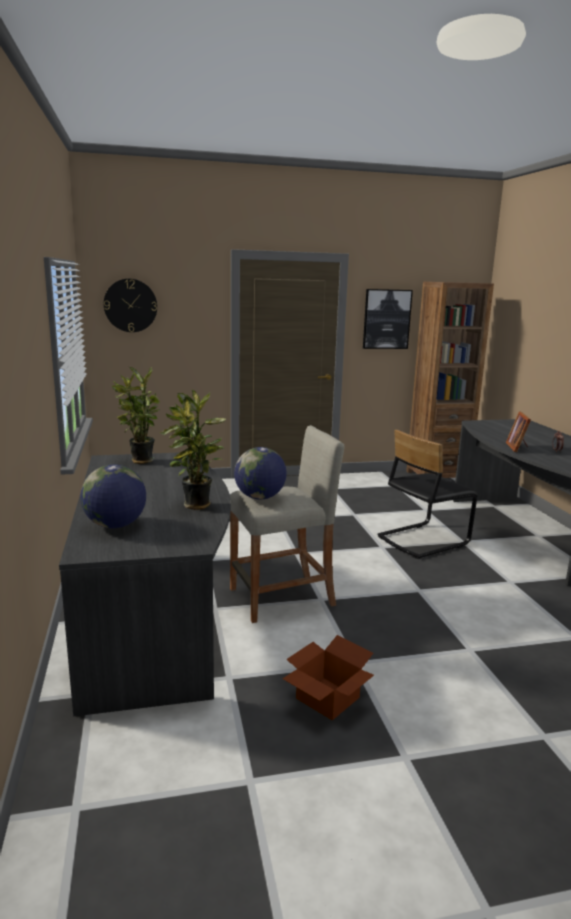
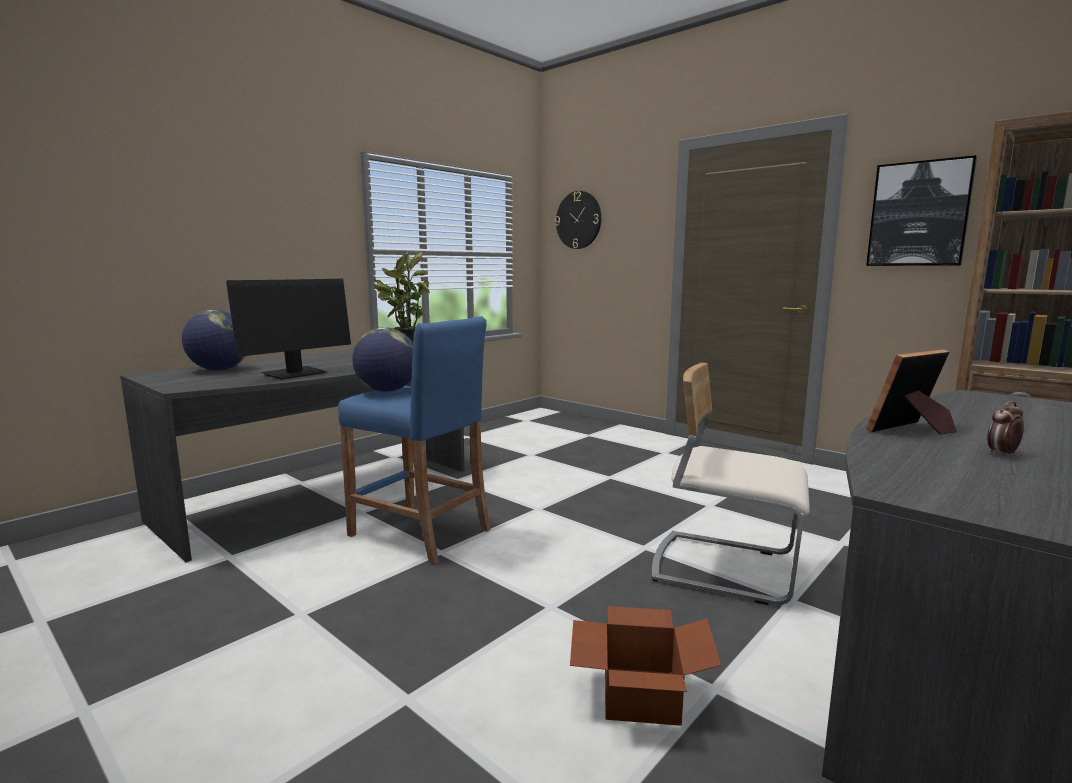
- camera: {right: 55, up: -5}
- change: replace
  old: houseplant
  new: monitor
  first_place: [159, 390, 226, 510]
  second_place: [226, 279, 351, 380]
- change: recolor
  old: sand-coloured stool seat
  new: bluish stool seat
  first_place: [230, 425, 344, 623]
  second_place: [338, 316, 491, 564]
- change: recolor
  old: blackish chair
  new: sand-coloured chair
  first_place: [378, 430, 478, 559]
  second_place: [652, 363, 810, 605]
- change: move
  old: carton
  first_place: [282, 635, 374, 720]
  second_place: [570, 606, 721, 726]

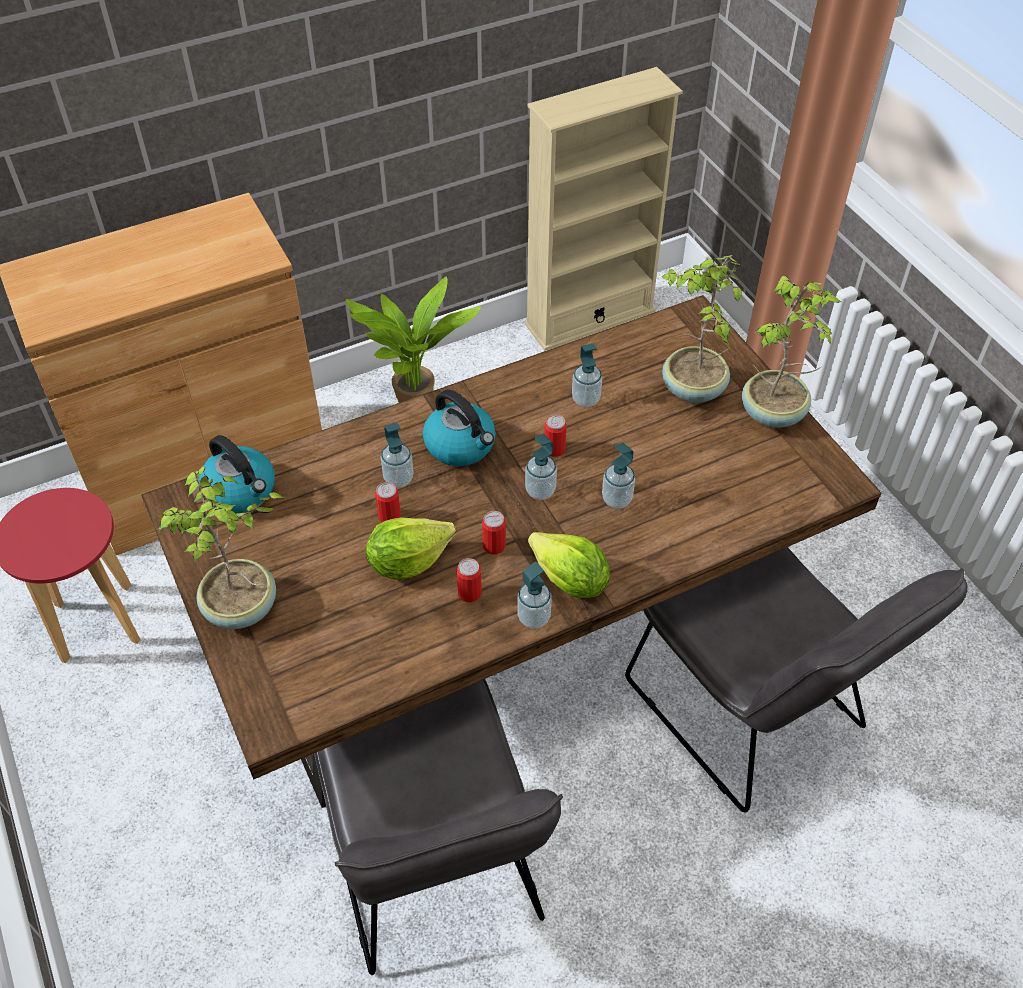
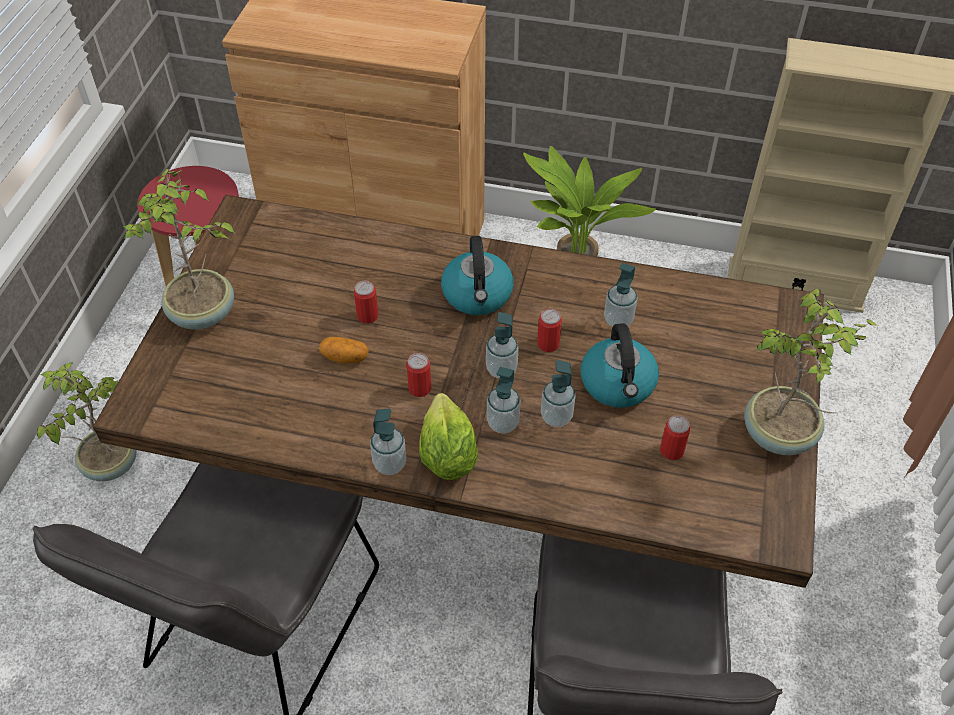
- camera: {right: 40, up: 0}
- change: move
  old: houseplant
  first_place: [662, 255, 742, 403]
  second_place: [37, 362, 137, 481]
- change: move
  old: liquid soap bottle
  first_place: [381, 423, 414, 488]
  second_place: [487, 367, 521, 434]
- change: move
  old: tea kettle
  first_place: [199, 435, 275, 514]
  second_place: [581, 323, 659, 408]
- change: replace
  old: head of lettuce
  new: potato
  first_place: [366, 517, 456, 580]
  second_place: [319, 337, 369, 364]
- change: move
  old: can
  first_place: [457, 558, 482, 603]
  second_place: [660, 415, 690, 460]

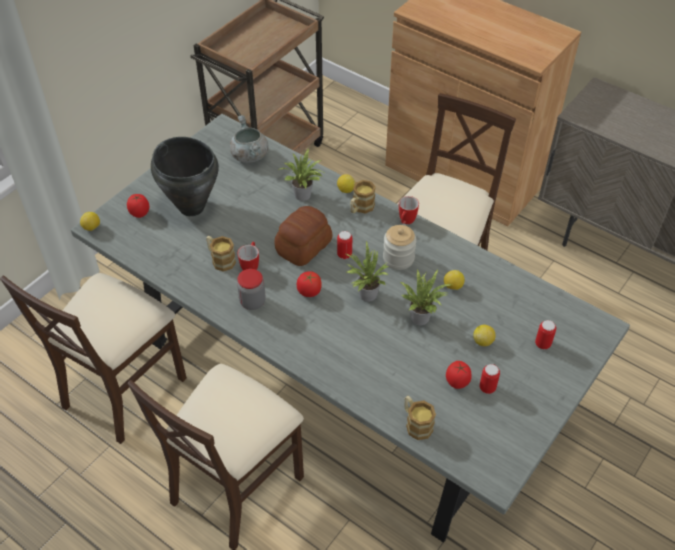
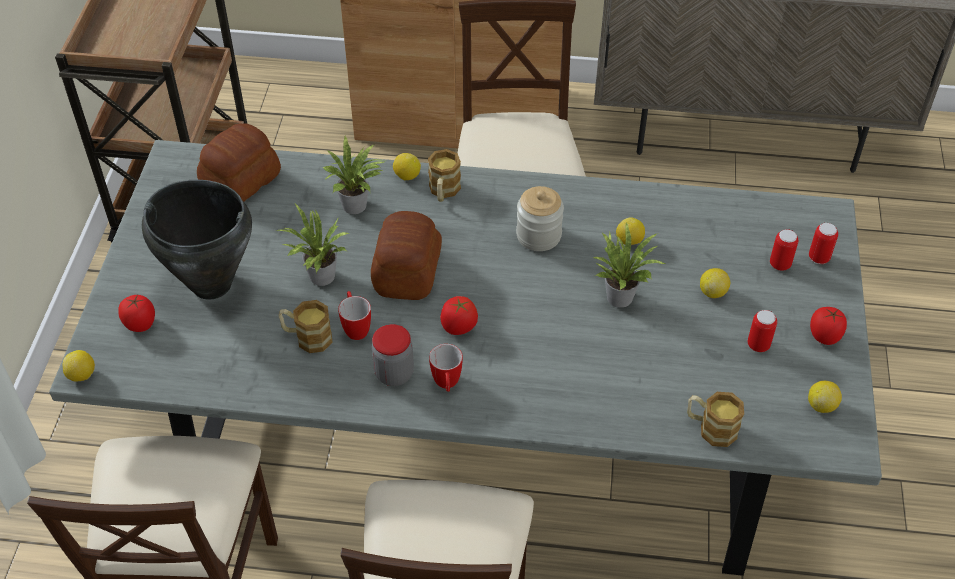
- camera: {right: -30, up: 0}
- change: replace
  old: greyish stockpot
  new: bread
  first_place: [230, 115, 269, 163]
  second_place: [197, 123, 281, 202]
- change: move
  old: coffee mug
  first_place: [399, 196, 419, 224]
  second_place: [429, 344, 463, 392]
- change: move
  old: can
  first_place: [337, 231, 352, 259]
  second_place: [809, 223, 838, 264]
- change: move
  old: houseplant
  first_place: [346, 241, 389, 302]
  second_place: [276, 204, 349, 286]
- change: move
  old: tomato
  first_place: [446, 361, 472, 389]
  second_place: [810, 307, 847, 345]
- change: insert
  new: citrus fruit
  second_place: [808, 381, 842, 413]

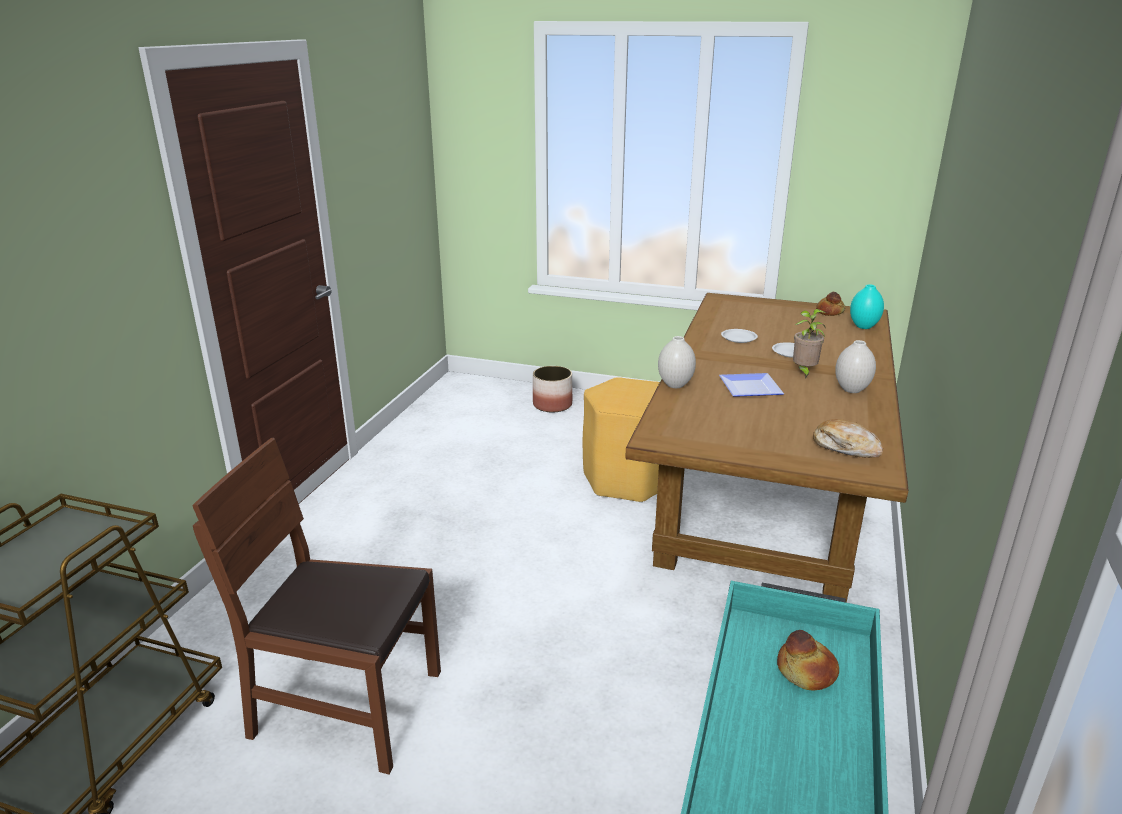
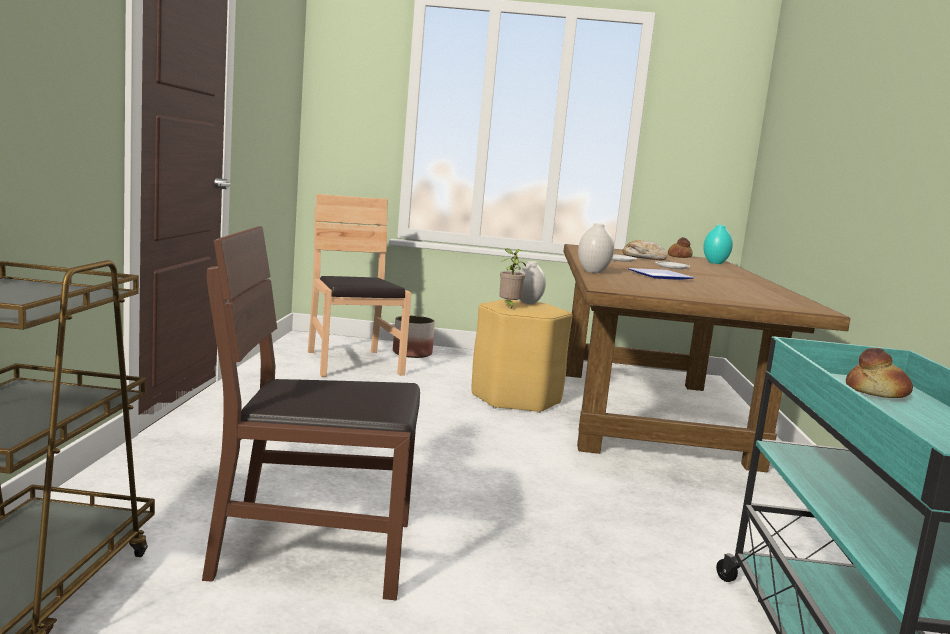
- camera: {right: -15, up: -15}
- change: move
  old: houseplant
  first_place: [793, 309, 826, 378]
  second_place: [499, 248, 526, 308]
- change: move
  old: white-coloured decorative vase
  first_place: [835, 340, 876, 393]
  second_place: [519, 261, 546, 304]
- change: move
  old: bread
  first_place: [813, 419, 883, 458]
  second_place: [623, 240, 668, 260]
- change: insert
  new: brownish chair
  second_place: [308, 194, 411, 377]

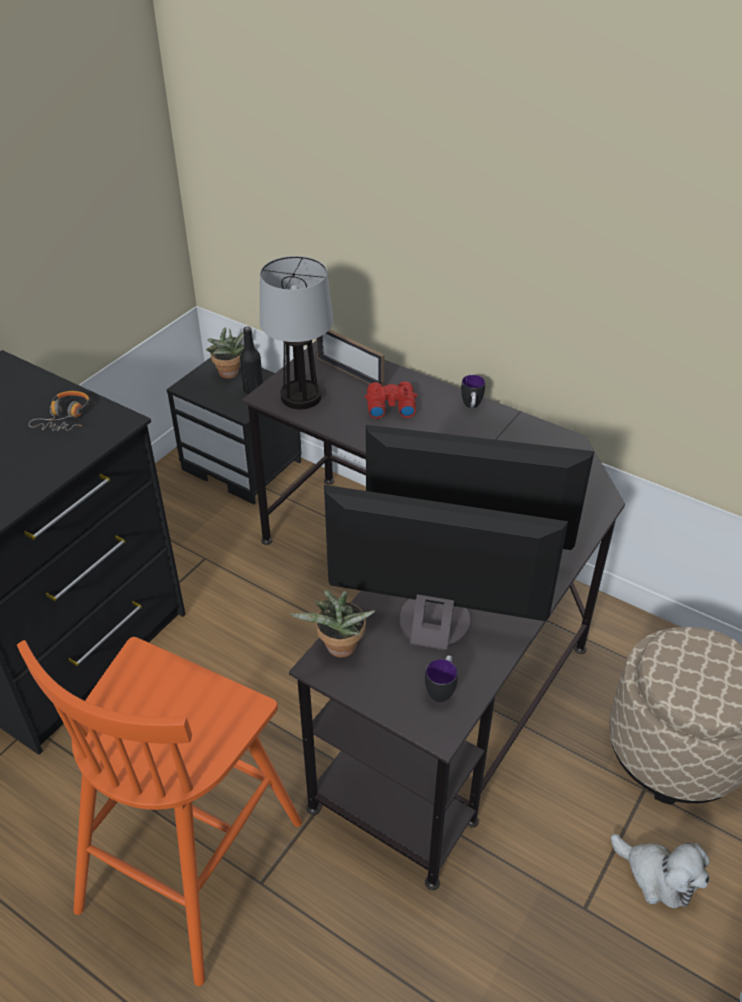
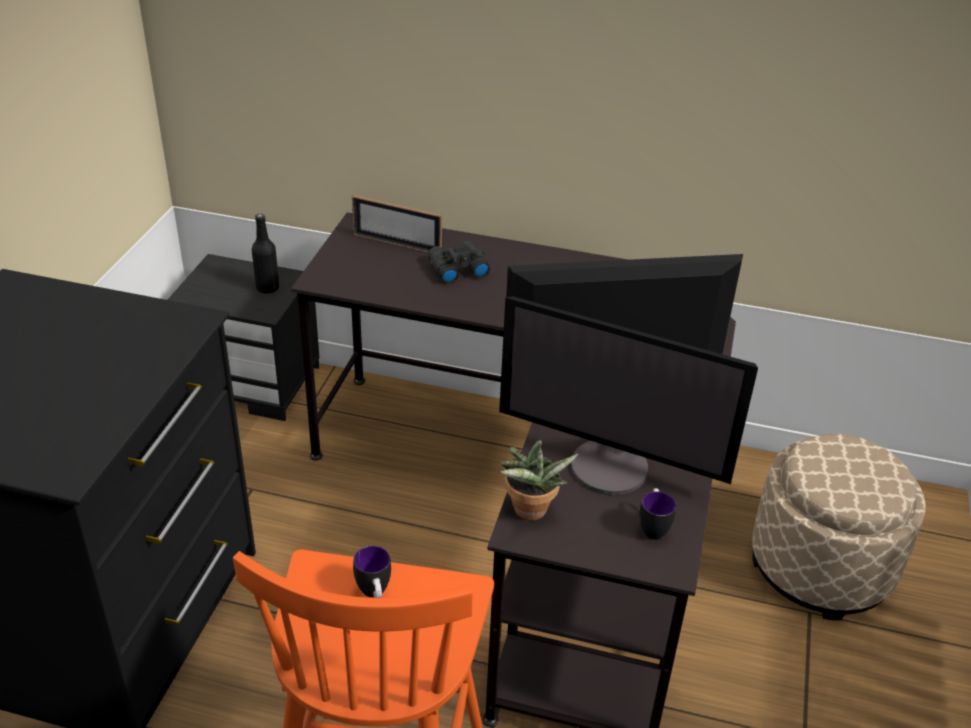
- camera: {right: -20, up: -5}
- change: delete
  old: tabletop lamp
  first_place: [260, 256, 333, 409]
- change: delete
  old: houseplant
  first_place: [206, 327, 244, 379]
- change: move
  old: coffee mug
  first_place: [461, 375, 485, 408]
  second_place: [353, 546, 391, 598]
- change: recolor
  old: red pair of binoculars
  new: blackish pair of binoculars
  first_place: [365, 382, 417, 419]
  second_place: [428, 241, 490, 284]
- change: delete
  old: pair of headphones
  first_place: [29, 391, 90, 431]
- change: rotate
  old: monitor
  first_place: [324, 485, 568, 651]
  second_place: [499, 296, 758, 495]
  degrees: -150
- change: delete
  old: soft toy
  first_place: [611, 834, 710, 908]

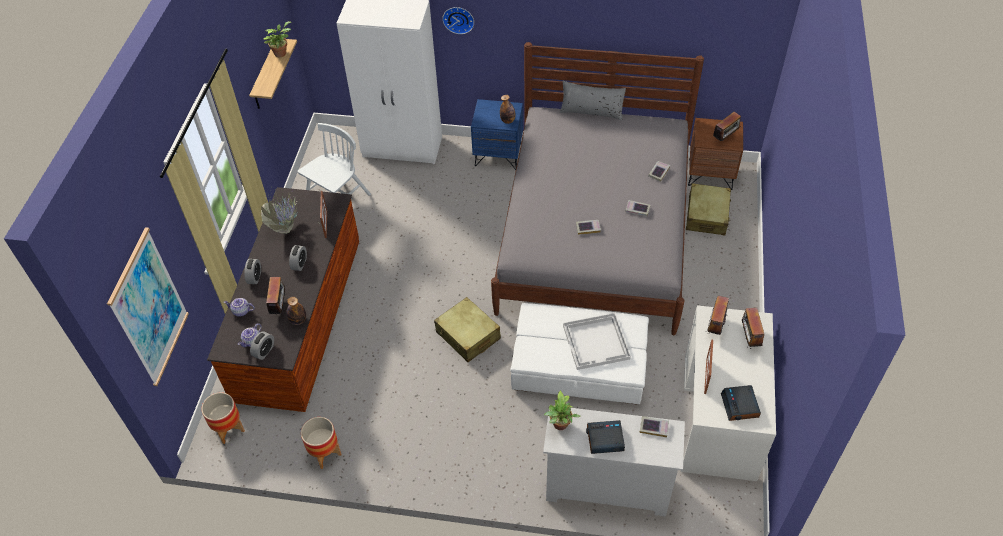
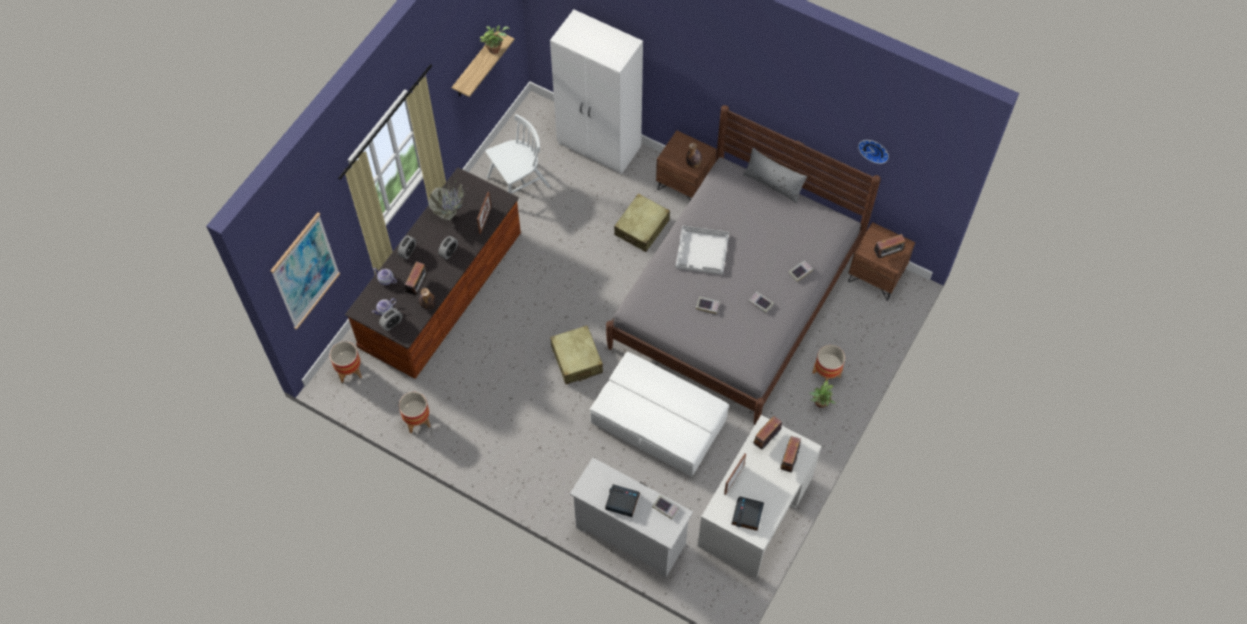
- camera: {right: 20, up: 10}
- change: move
  old: hanging clock
  first_place: [442, 7, 474, 34]
  second_place: [858, 140, 889, 164]
- change: recolor
  old: bluish nightstand
  new: brownish nightstand
  first_place: [471, 99, 523, 170]
  second_place: [656, 130, 717, 200]
- change: move
  old: sand-coloured piece of luggage
  first_place: [686, 183, 731, 236]
  second_place: [614, 193, 670, 252]
- change: move
  old: white-coloured serving tray
  first_place: [563, 313, 631, 370]
  second_place: [675, 225, 729, 275]
- change: move
  old: houseplant
  first_place: [544, 390, 581, 430]
  second_place: [809, 380, 836, 408]
- change: insert
  new: planter
  second_place: [812, 345, 845, 381]

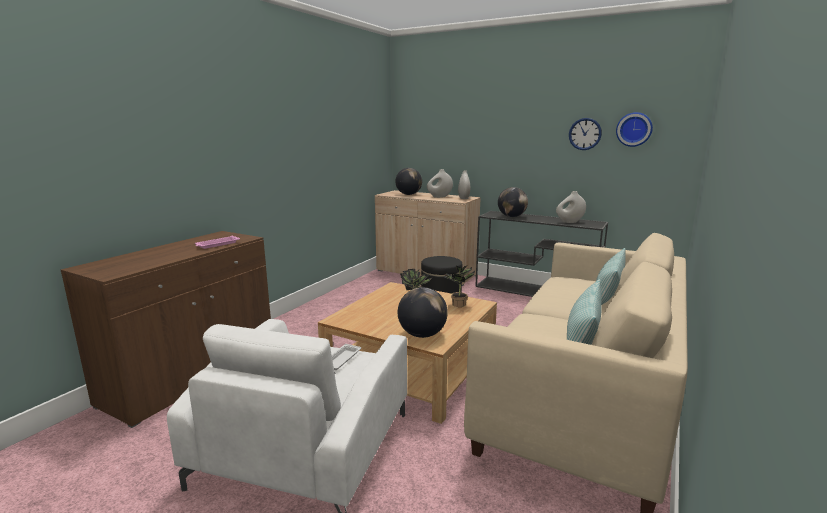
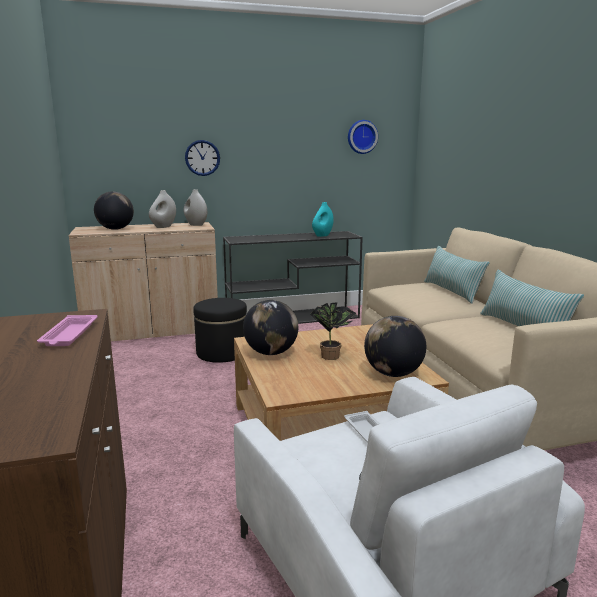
- camera: {right: -45, up: 0}
- change: move
  old: hanging clock
  first_place: [569, 118, 602, 150]
  second_place: [185, 140, 220, 176]
- change: move
  old: desk globe
  first_place: [498, 187, 528, 217]
  second_place: [243, 300, 298, 355]
- change: recolor
  old: white-coloured decorative vase
  new: turquoise decorative vase
  first_place: [556, 191, 586, 223]
  second_place: [312, 202, 334, 237]
- change: delete
  old: houseplant
  first_place: [443, 266, 475, 307]

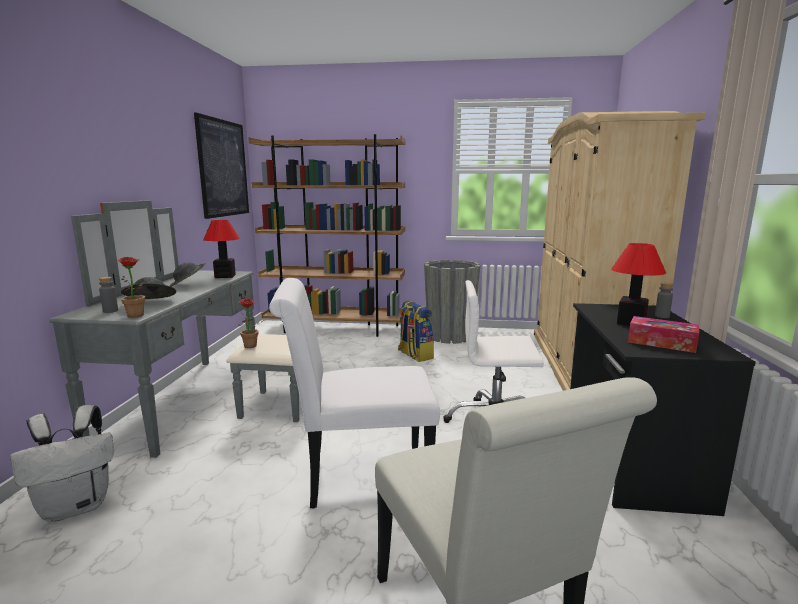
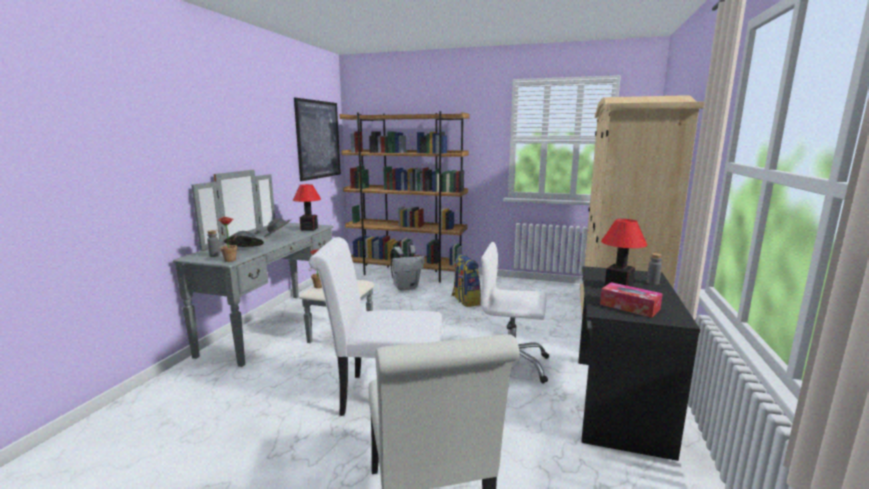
- camera: {right: 10, up: 0}
- change: delete
  old: greyish planter
  first_place: [424, 260, 481, 344]
- change: move
  old: white-coloured knapsack
  first_place: [10, 405, 114, 522]
  second_place: [390, 245, 425, 291]

